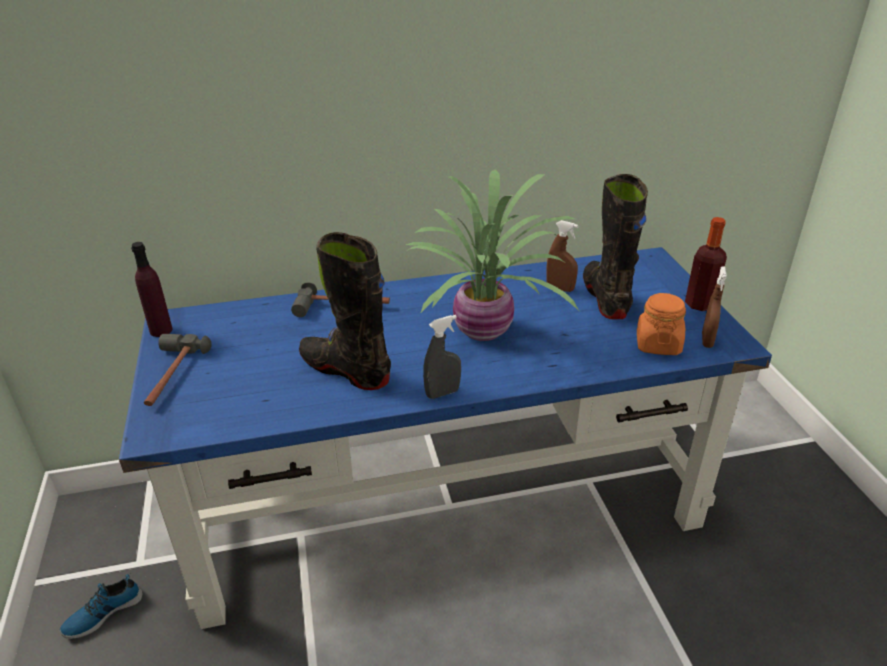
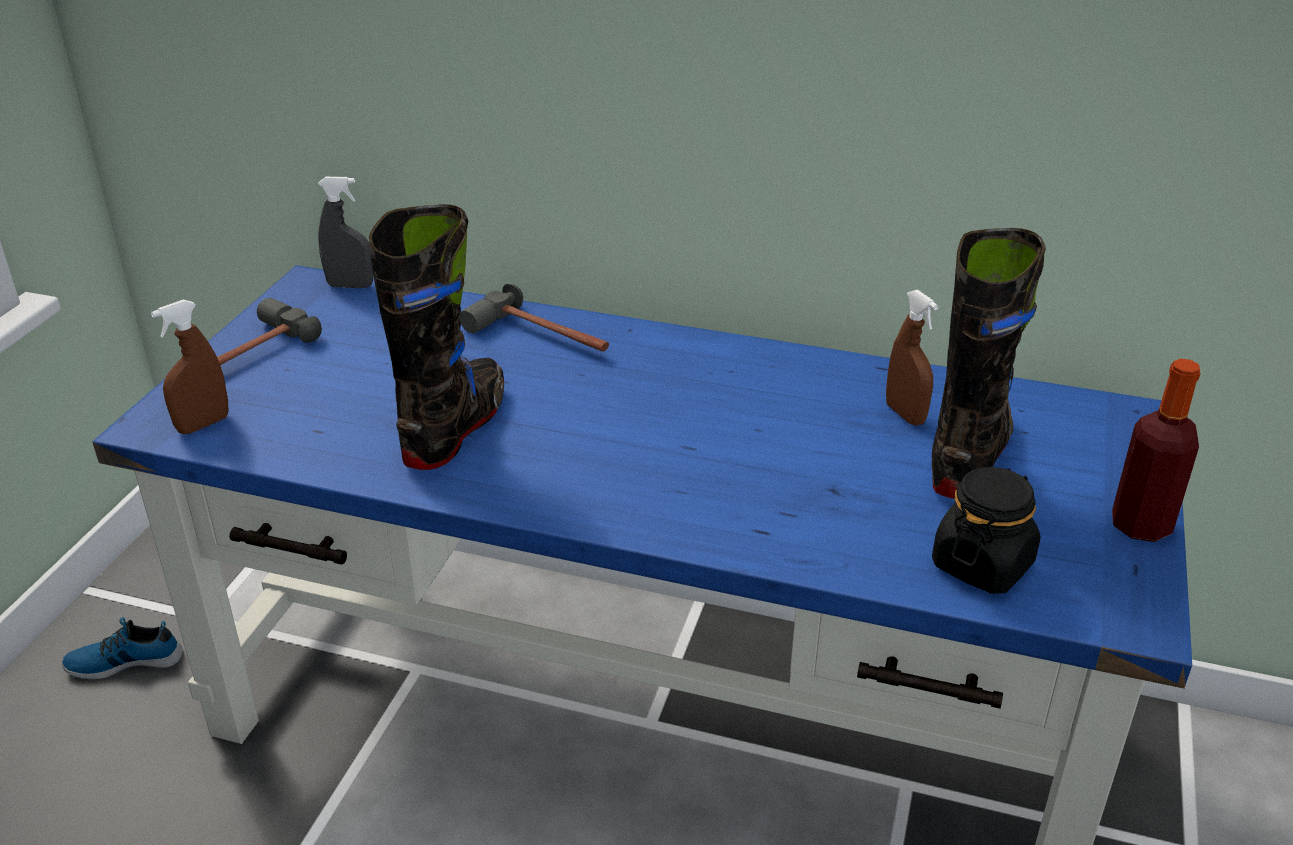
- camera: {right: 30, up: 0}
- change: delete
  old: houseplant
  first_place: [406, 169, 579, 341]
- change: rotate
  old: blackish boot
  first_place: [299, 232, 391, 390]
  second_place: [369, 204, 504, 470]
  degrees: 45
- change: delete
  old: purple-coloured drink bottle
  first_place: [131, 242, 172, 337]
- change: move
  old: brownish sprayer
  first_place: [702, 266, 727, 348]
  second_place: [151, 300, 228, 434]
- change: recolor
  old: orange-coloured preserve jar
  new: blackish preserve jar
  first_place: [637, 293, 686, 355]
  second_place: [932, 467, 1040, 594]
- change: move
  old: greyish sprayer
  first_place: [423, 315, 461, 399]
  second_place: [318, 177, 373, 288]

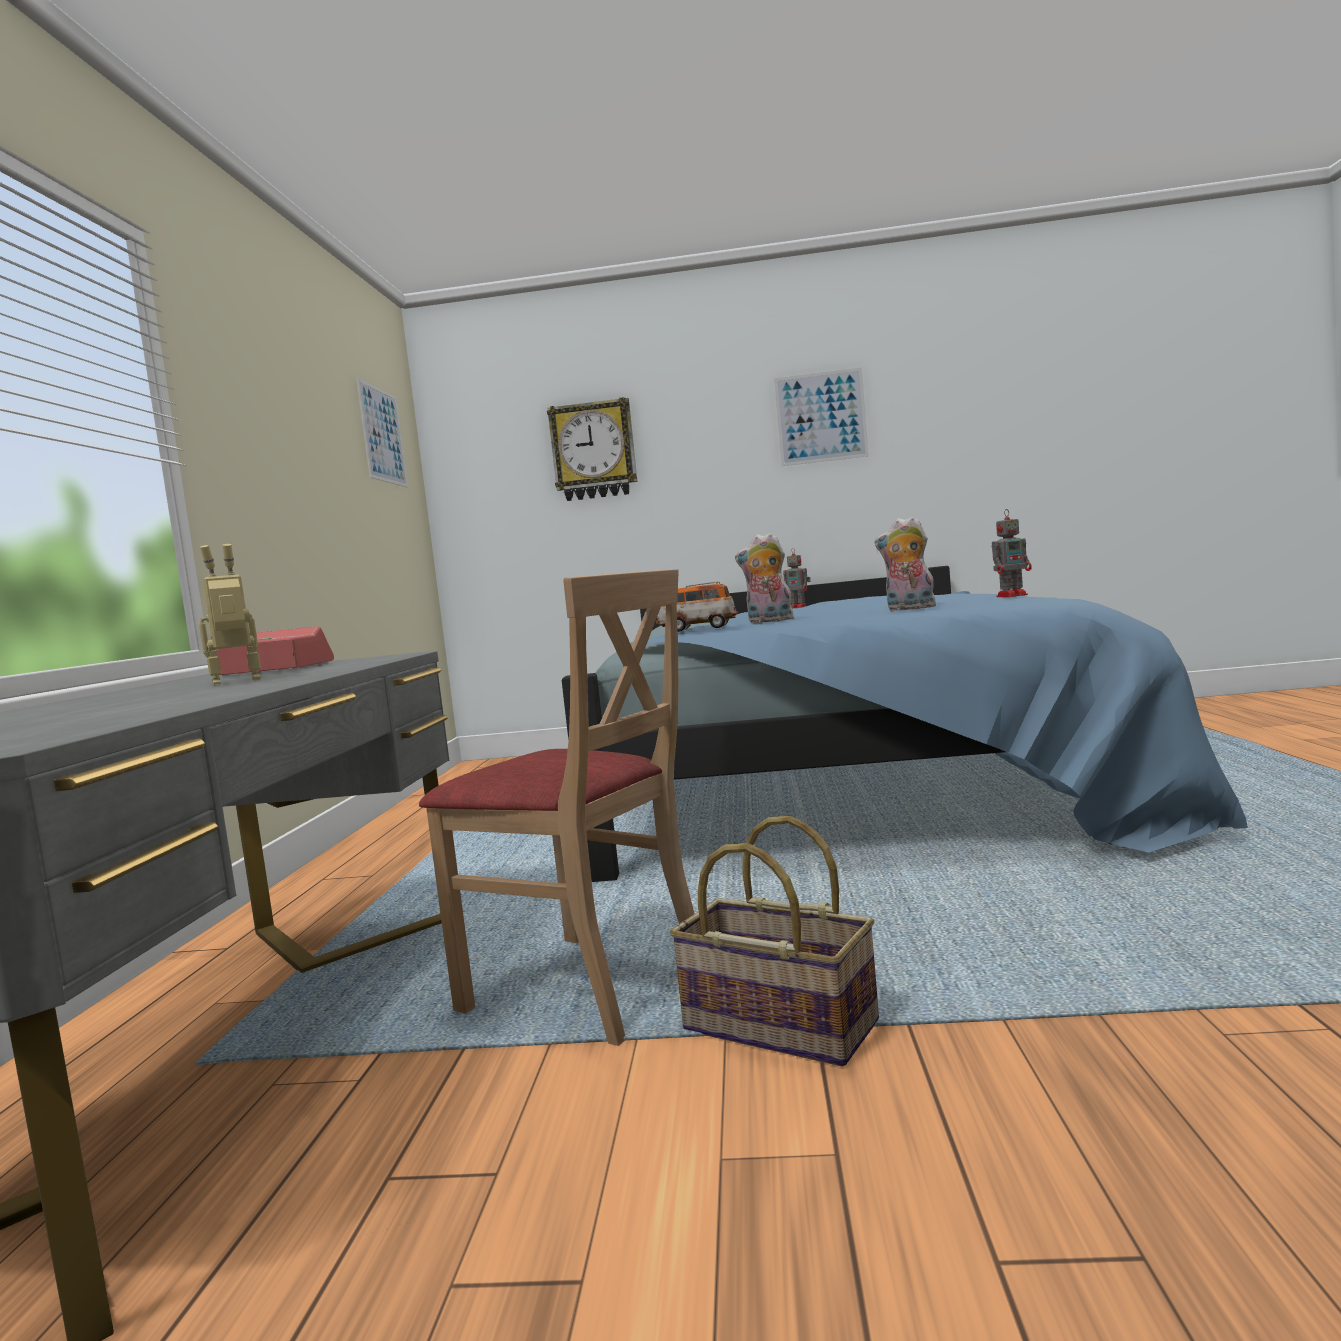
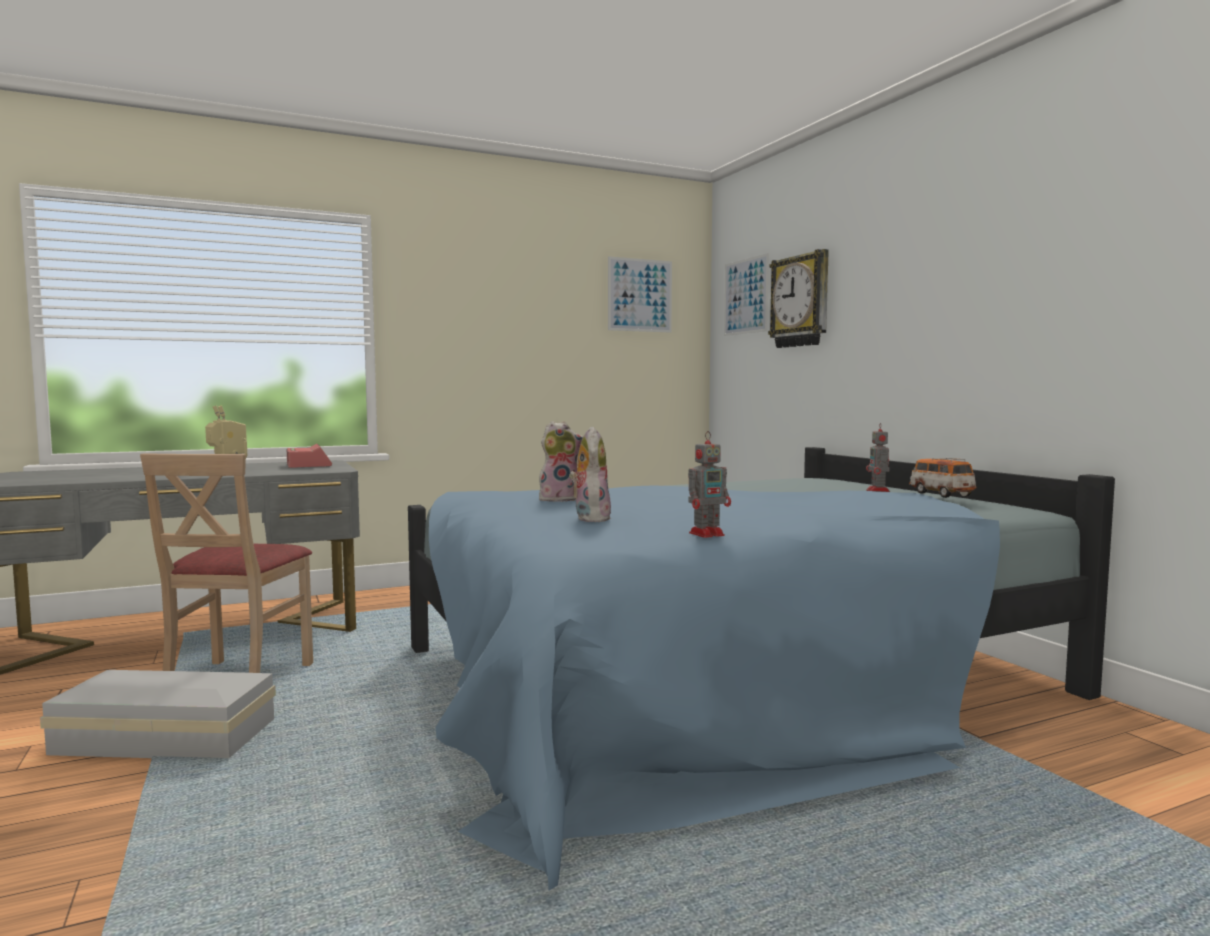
- camera: {right: 60, up: 0}
- change: move
  old: wall picture
  first_place: [774, 368, 869, 466]
  second_place: [724, 253, 769, 336]
- change: rotate
  old: robot figure
  first_place: [992, 509, 1032, 597]
  second_place: [688, 431, 731, 538]
  degrees: -75
- change: rotate
  old: soft toy
  first_place: [735, 532, 796, 624]
  second_place: [539, 421, 583, 502]
  degrees: 90
- change: move
  old: miniature car
  first_place: [656, 581, 738, 632]
  second_place: [909, 458, 977, 498]
- change: replace
  old: household basket
  new: white-coloured storage bin
  first_place: [670, 816, 879, 1066]
  second_place: [40, 670, 276, 758]

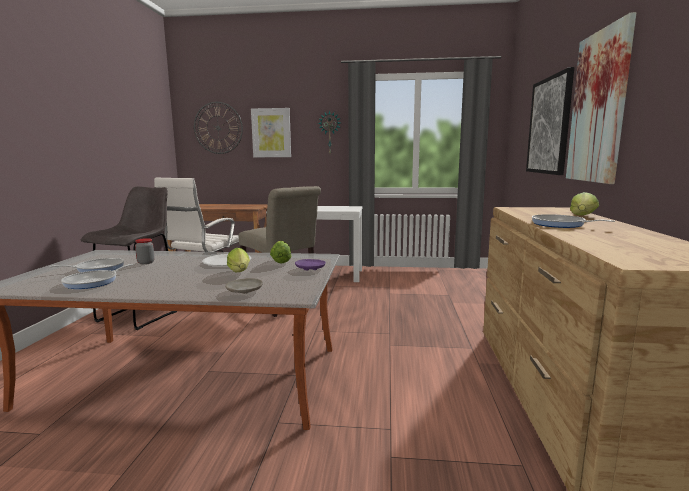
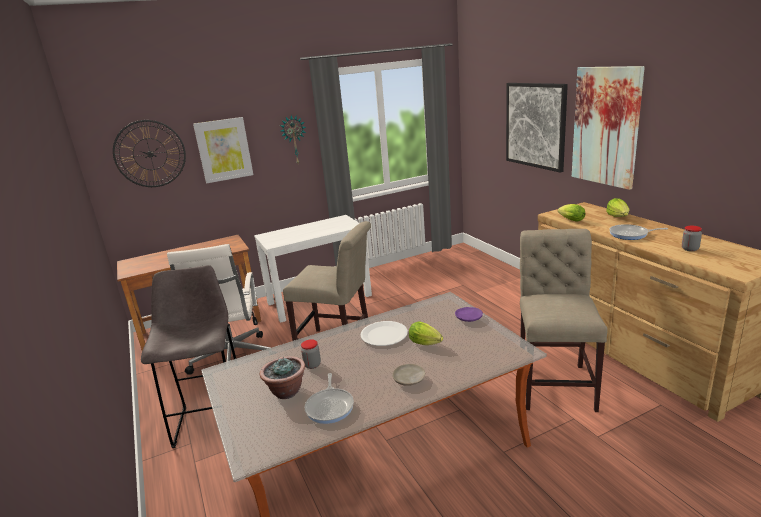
- camera: {right: -30, up: 10}
- change: move
  old: head of lettuce
  first_place: [270, 241, 291, 264]
  second_place: [558, 204, 585, 222]
- change: replace
  old: skillet
  new: houseplant
  first_place: [49, 258, 124, 272]
  second_place: [260, 356, 305, 399]
- change: move
  old: sand-coloured flat dish
  first_place: [225, 278, 263, 294]
  second_place: [392, 364, 425, 386]
- change: insert
  new: preserve jar
  second_place: [682, 226, 702, 251]
- change: insert
  new: sand-coloured chair
  second_place: [520, 229, 608, 412]

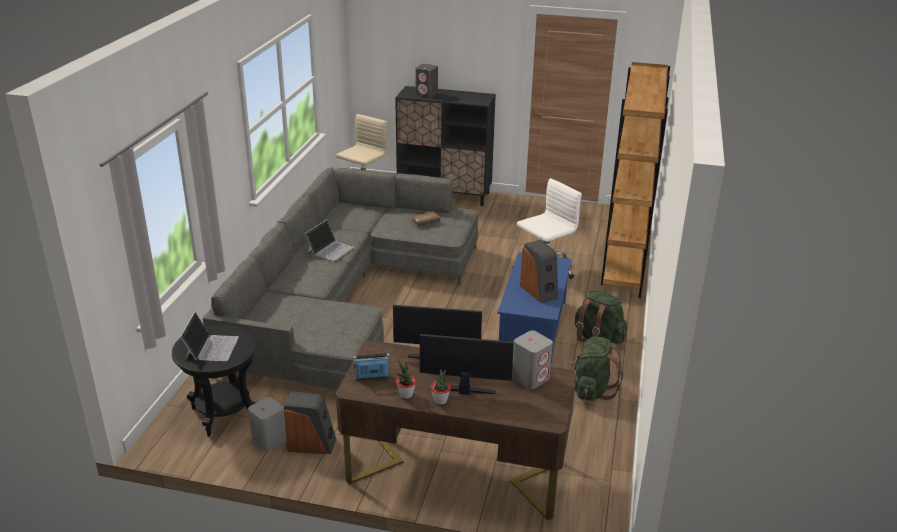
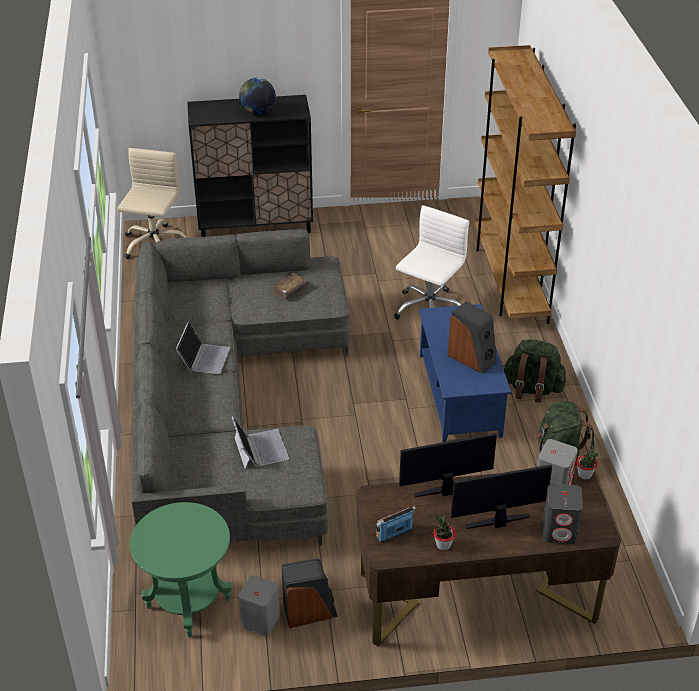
- camera: {right: -20, up: 10}
- change: move
  old: greyish audio speaker
  first_place: [415, 64, 438, 97]
  second_place: [543, 484, 583, 544]
- change: move
  old: laptop
  first_place: [180, 312, 239, 361]
  second_place: [232, 416, 289, 469]
- change: recolor
  old: blackish end table
  new: green-coloured end table
  first_place: [172, 324, 257, 436]
  second_place: [130, 502, 232, 637]
- change: move
  old: houseplant
  first_place: [431, 369, 451, 405]
  second_place: [577, 446, 598, 480]
- change: insert
  new: desk globe
  second_place: [239, 78, 276, 115]

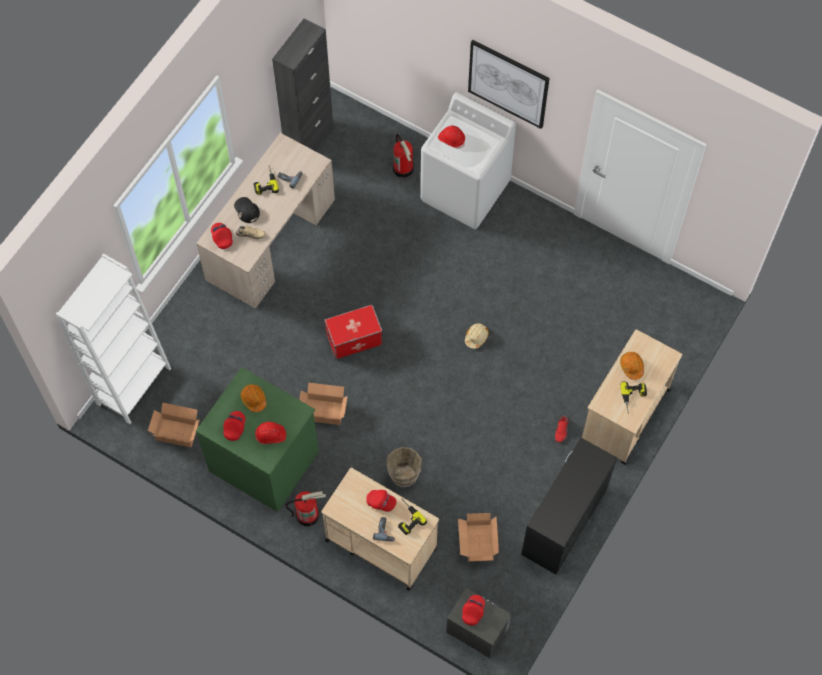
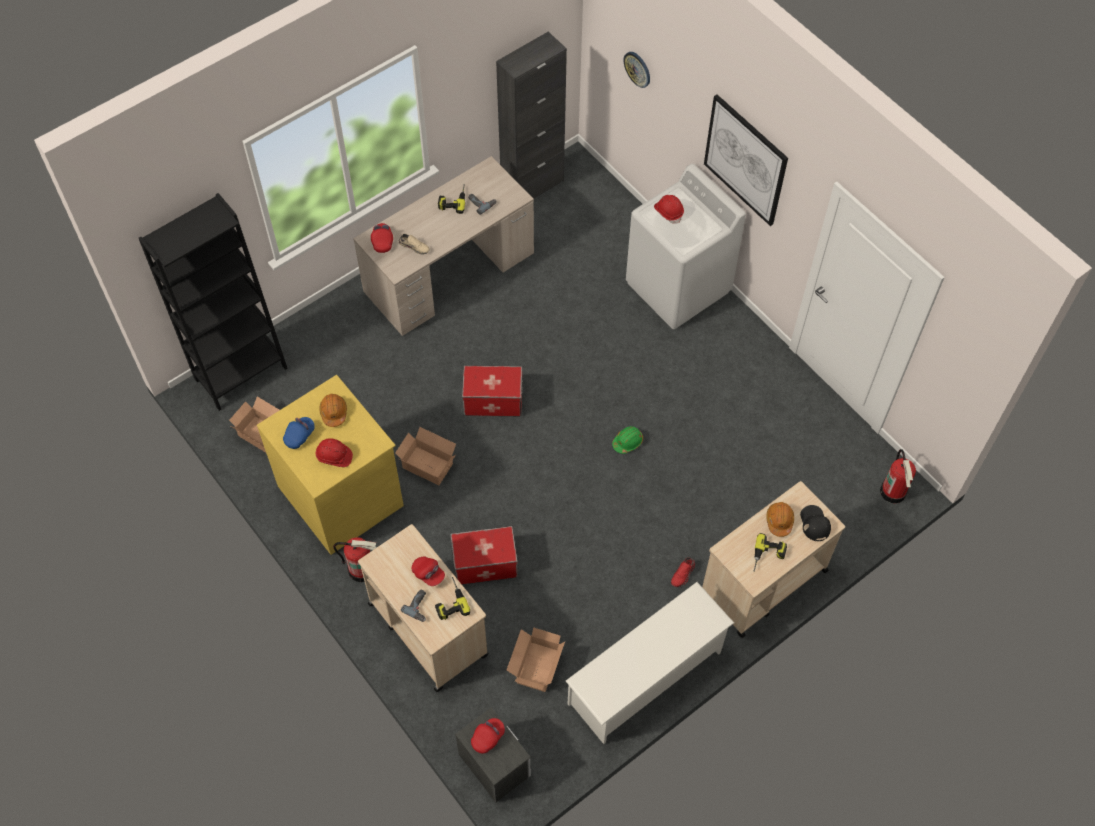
- camera: {right: 20, up: -5}
- change: move
  old: fire extinguisher
  first_place: [393, 134, 414, 178]
  second_place: [880, 449, 916, 503]
- change: move
  old: blackish peaked cap
  first_place: [234, 197, 260, 223]
  second_place: [800, 505, 831, 541]
- change: recolor
  old: white-coloured shelving unit
  new: blackish shelving unit
  first_place: [56, 254, 171, 424]
  second_place: [139, 193, 287, 411]
- change: recolor
  old: sand-coloured work helmet
  new: green-coloured work helmet
  first_place: [465, 323, 489, 349]
  second_place: [612, 426, 643, 454]
- change: recolor
  old: green-coloured dresser
  new: yellow-coloured dresser
  first_place: [196, 367, 319, 512]
  second_place: [257, 375, 404, 555]
- change: recolor
  old: red peaked cap
  new: bluish peaked cap
  first_place: [223, 411, 246, 441]
  second_place: [283, 417, 315, 449]
- change: replace
  old: blackish desk
  new: white-coloured shoe shelf
  first_place: [521, 438, 617, 575]
  second_place: [566, 582, 734, 744]
- change: replace
  old: brownish water bucket
  new: storage bin
  first_place: [386, 447, 421, 487]
  second_place: [450, 526, 518, 585]
- change: insert
  new: hanging clock
  second_place: [624, 52, 650, 88]

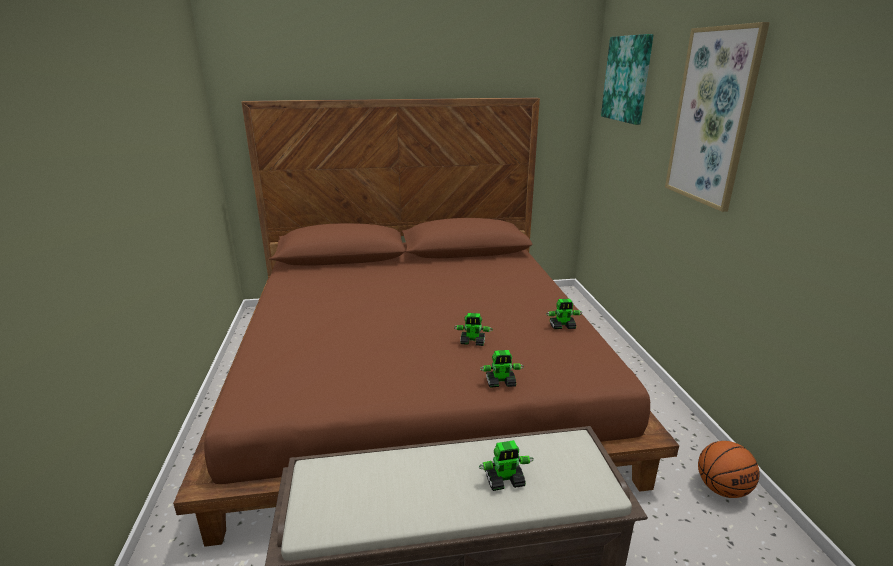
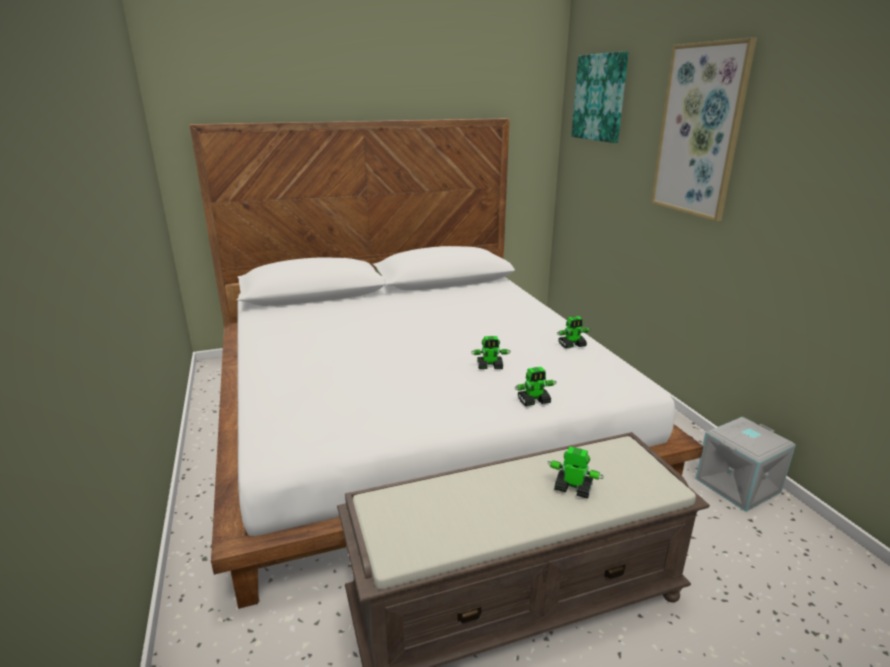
- camera: {right: -10, up: 0}
- change: recolor
  old: brownish bedroom bed
  new: white-coloured bedroom bed
  first_place: [173, 97, 679, 547]
  second_place: [189, 118, 704, 609]
- change: rotate
  old: robot figure
  first_place: [479, 440, 534, 491]
  second_place: [547, 446, 604, 499]
  degrees: -135
- change: replace
  old: basketball ball
  new: greyish storage bin
  first_place: [698, 441, 760, 498]
  second_place: [695, 417, 796, 512]

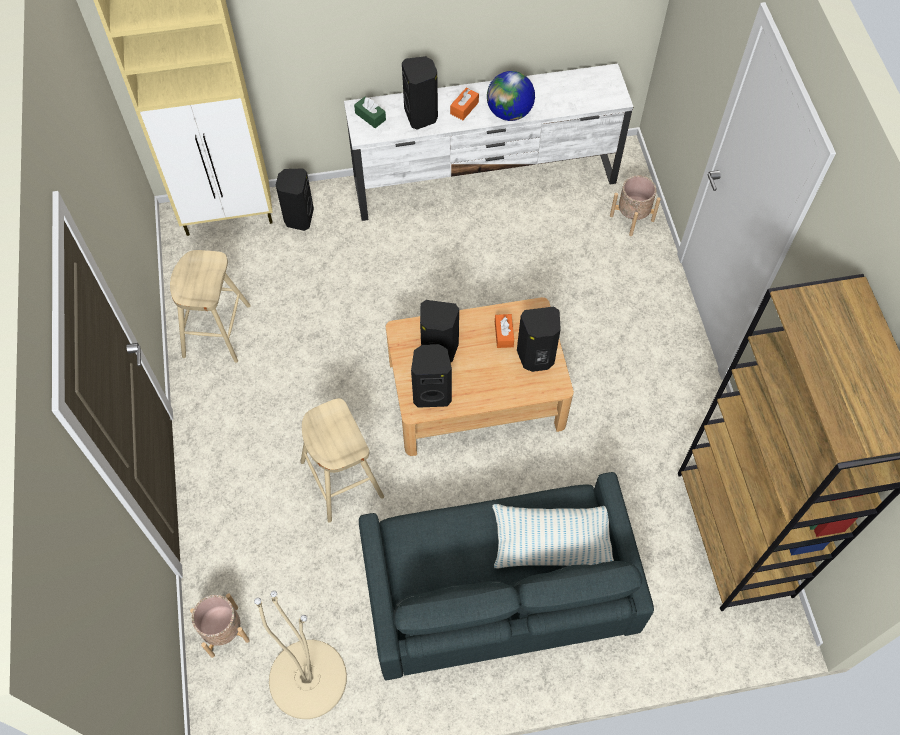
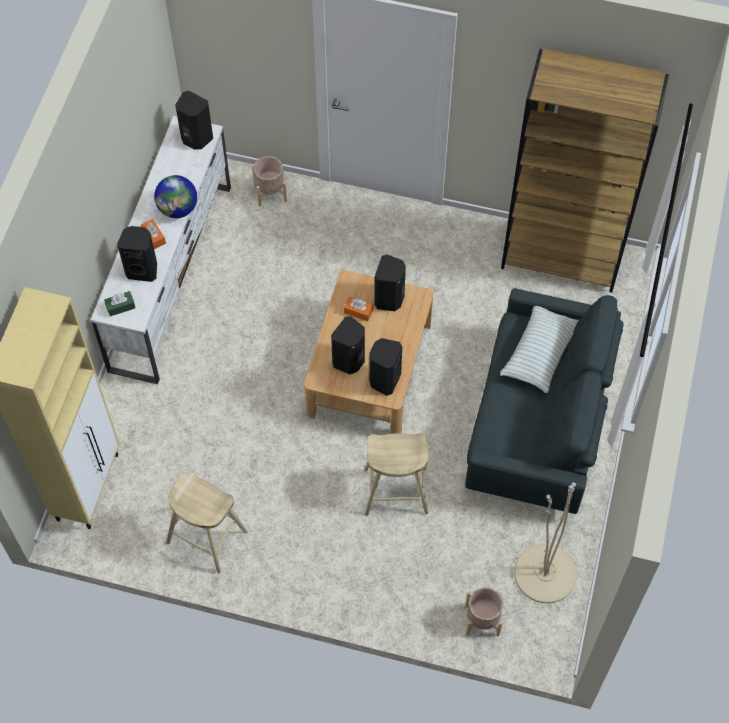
- camera: {right: -65, up: 0}
- change: move
  old: blackish audio speaker
  first_place: [276, 168, 314, 231]
  second_place: [175, 91, 213, 150]

